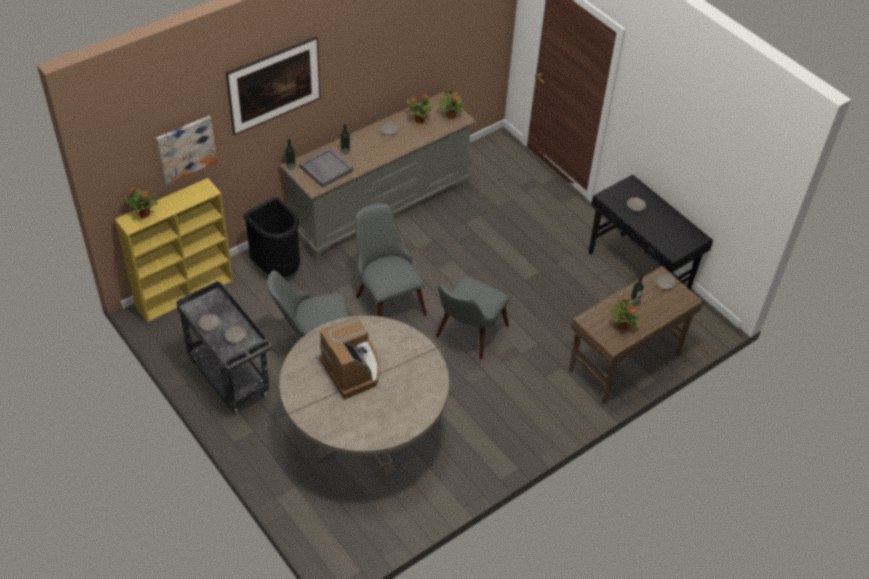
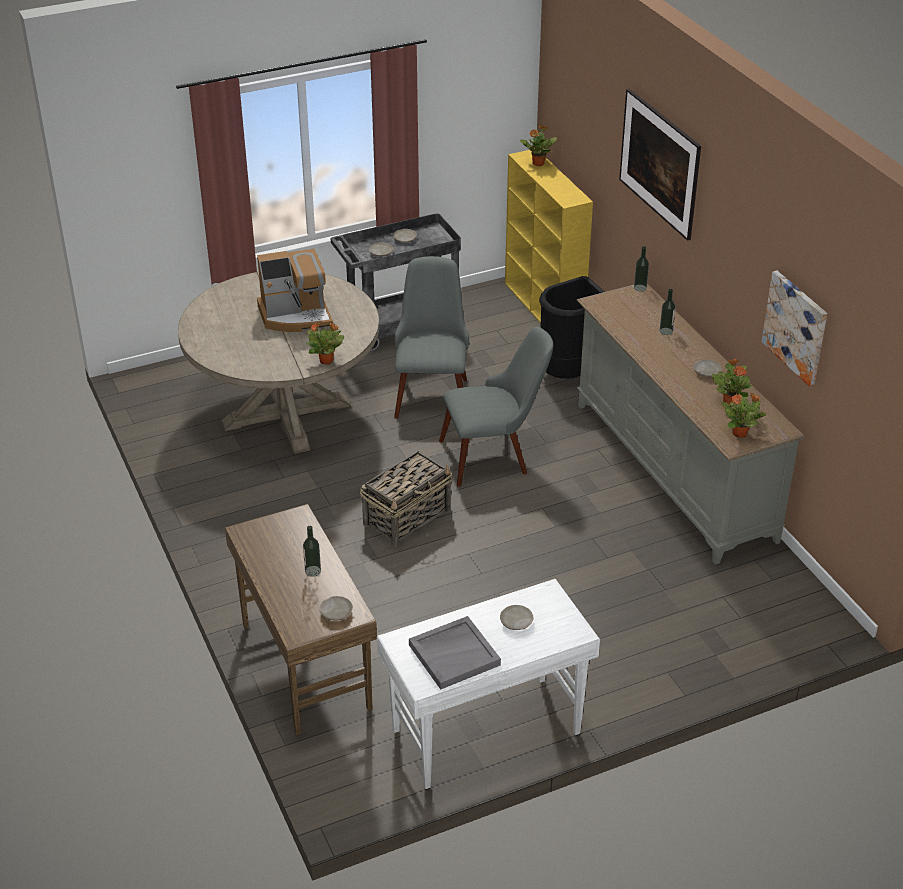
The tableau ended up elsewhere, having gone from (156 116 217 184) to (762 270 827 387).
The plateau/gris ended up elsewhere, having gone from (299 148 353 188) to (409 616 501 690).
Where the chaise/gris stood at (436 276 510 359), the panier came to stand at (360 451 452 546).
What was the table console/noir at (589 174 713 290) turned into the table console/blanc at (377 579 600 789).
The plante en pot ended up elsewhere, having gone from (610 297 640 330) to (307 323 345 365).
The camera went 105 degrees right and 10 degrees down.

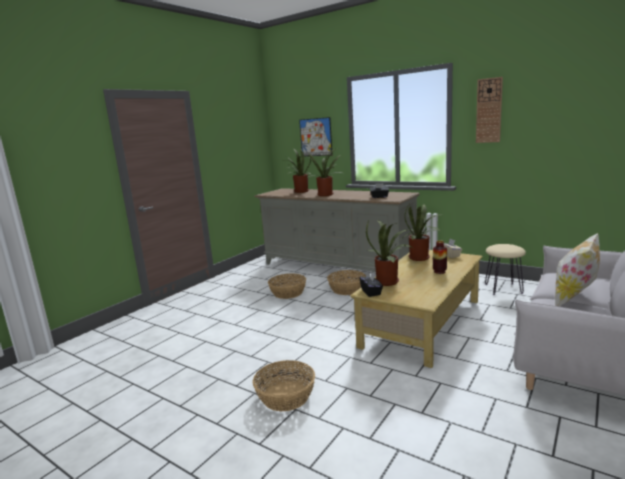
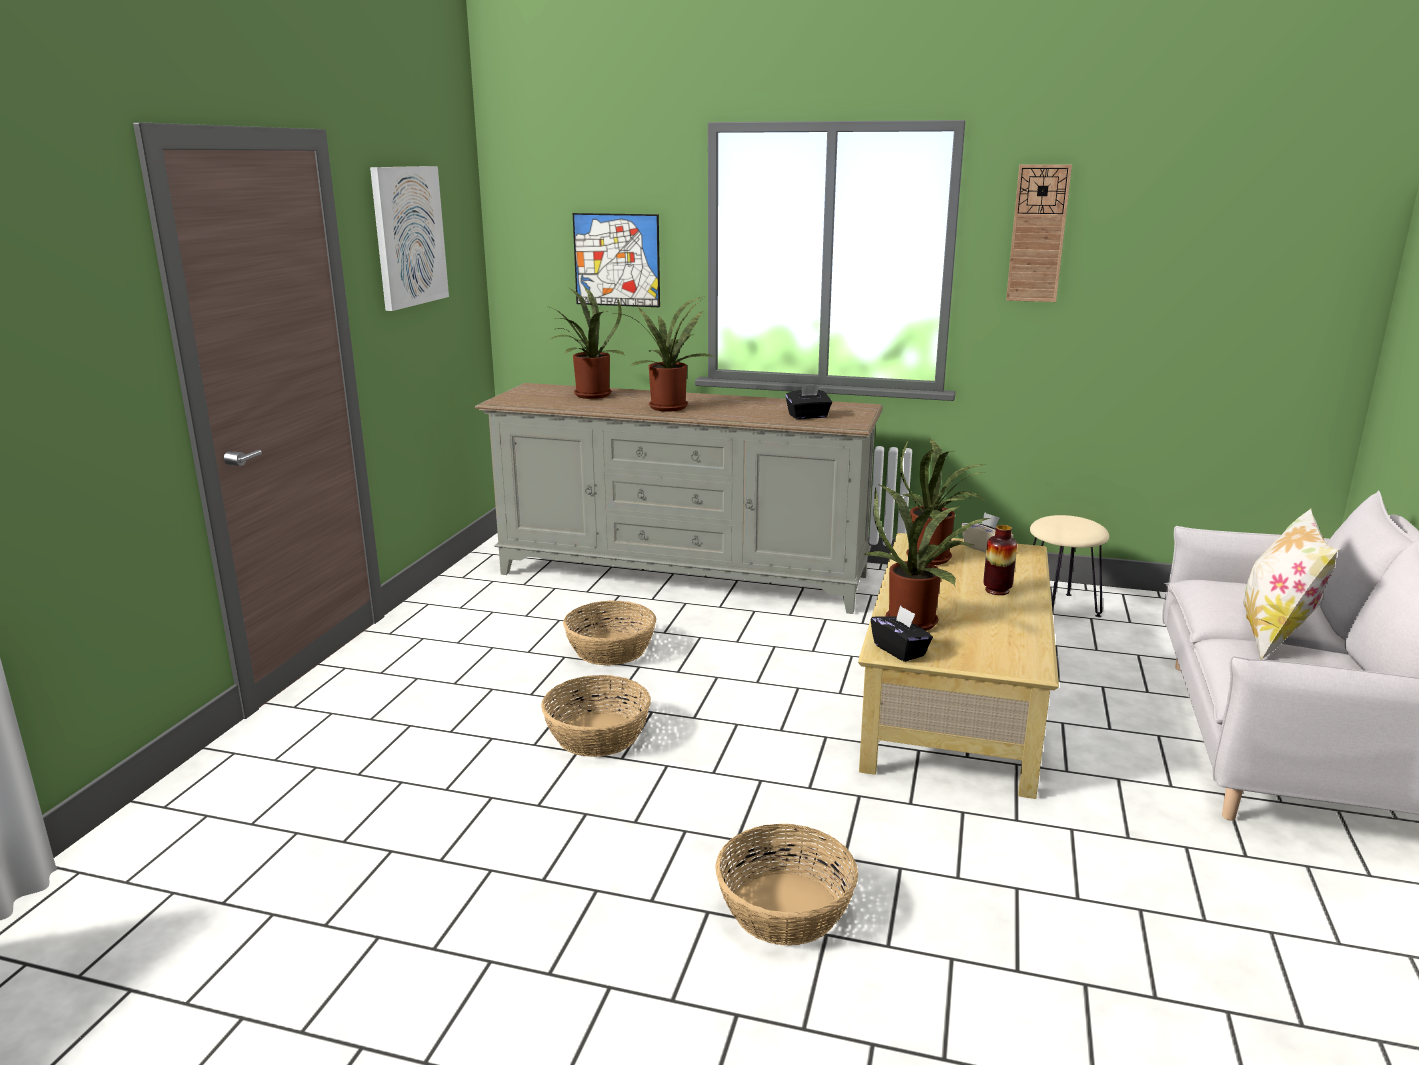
The panier ended up elsewhere, having gone from (327 270 366 295) to (541 675 651 757).
The second view gained the tableau at (370 166 449 311).
The camera went 20 degrees left and 5 degrees up.

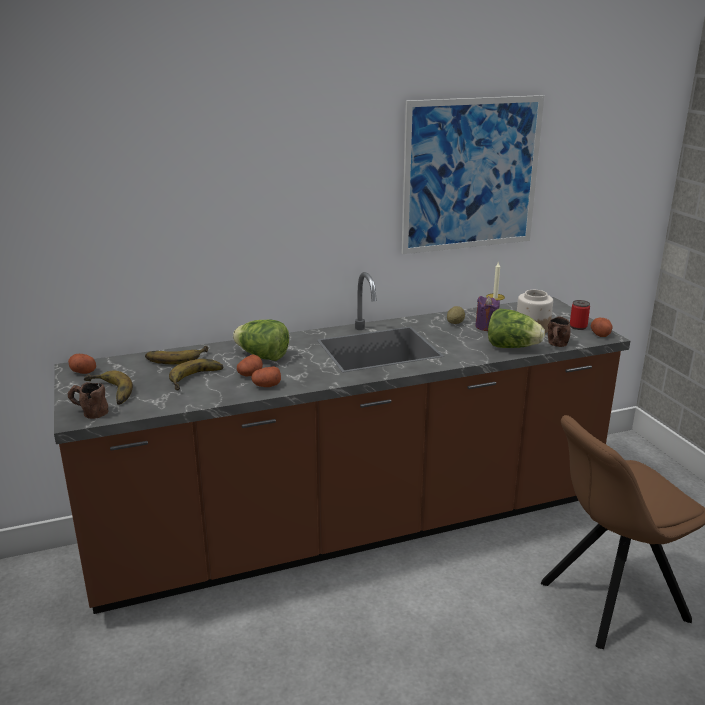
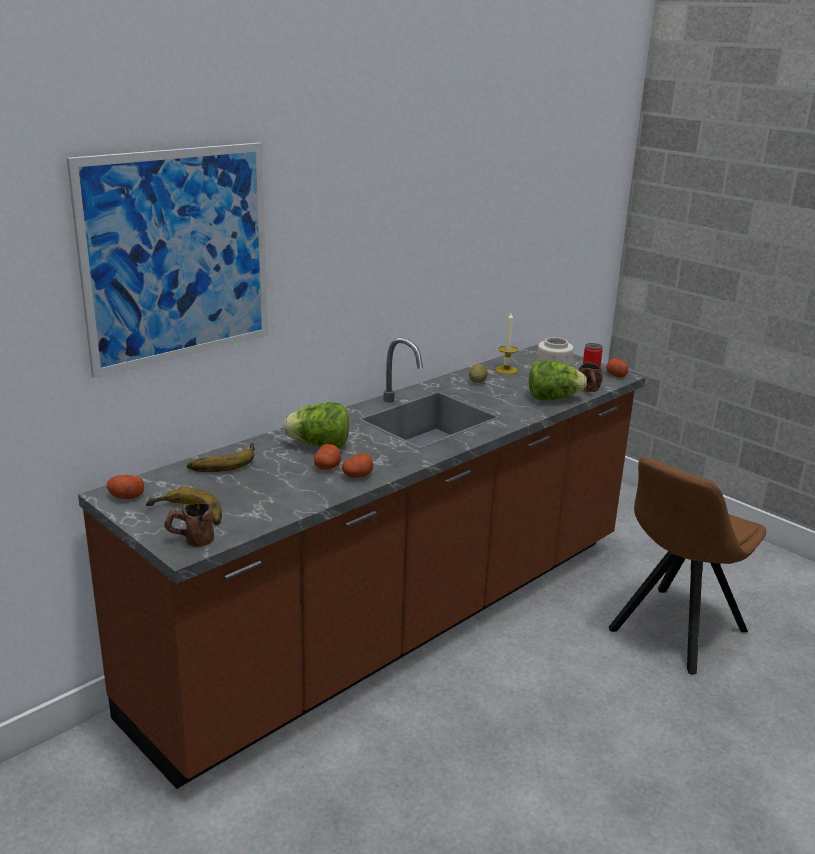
The second view lost the banane at (169 359 223 390).
The tableau ended up elsewhere, having gone from (402 95 544 254) to (67 143 268 378).
The second view lost the bougie/violet at (475 296 500 331).
The camera went 25 degrees left and 0 degrees up.

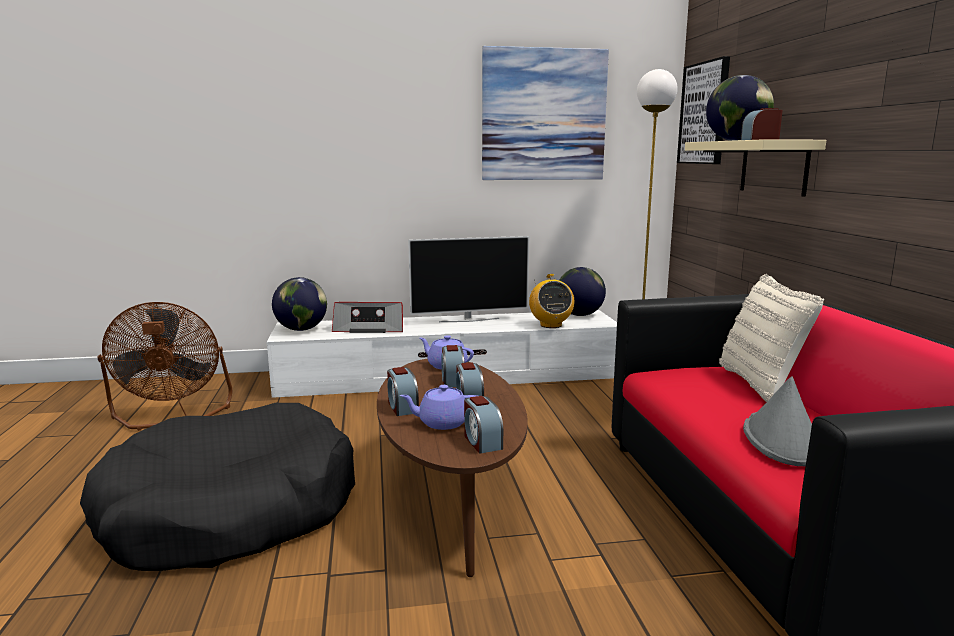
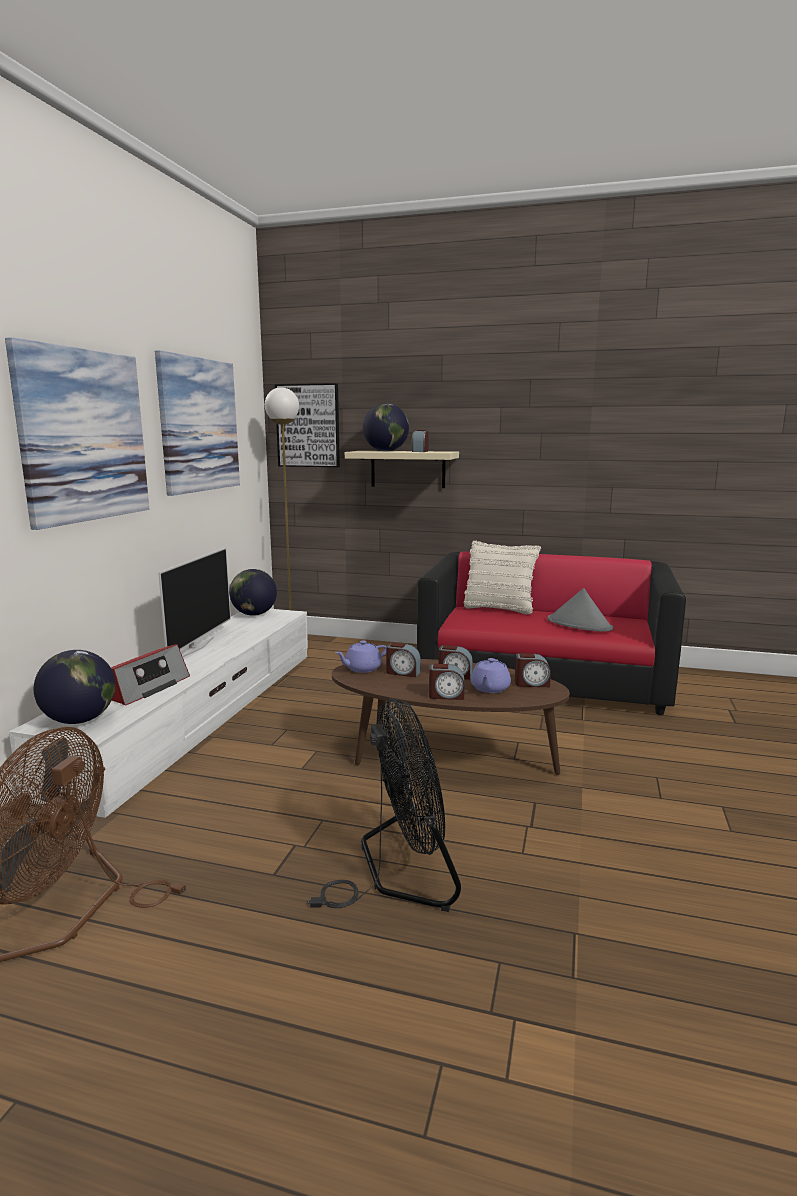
Where the panier pour chien/noir stood at (80 403 355 571), the ventilateur/noir came to stand at (307 698 461 912).
The second view lost the radio at (529 274 574 328).
The second view gained the tableau at (5 337 149 530).
The camera went 65 degrees left and 0 degrees up.

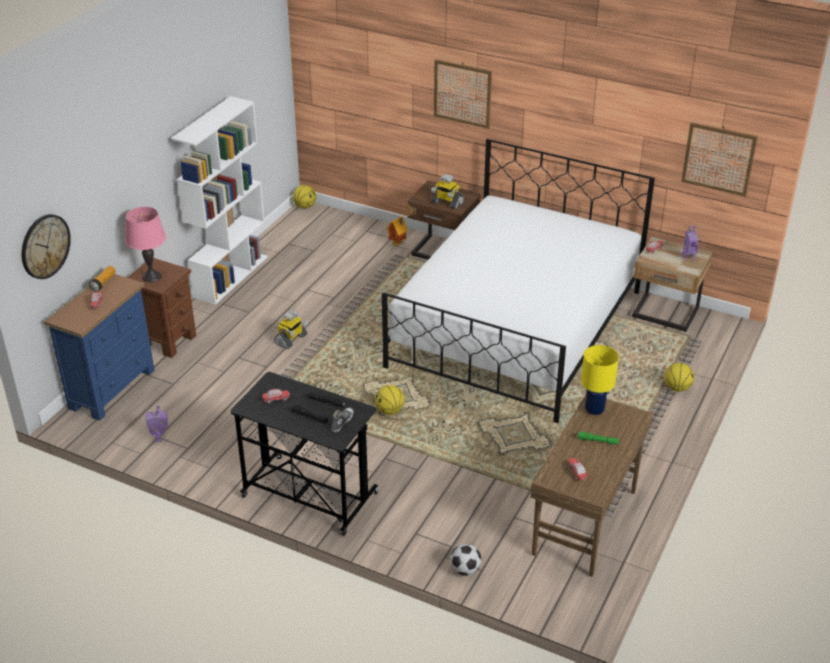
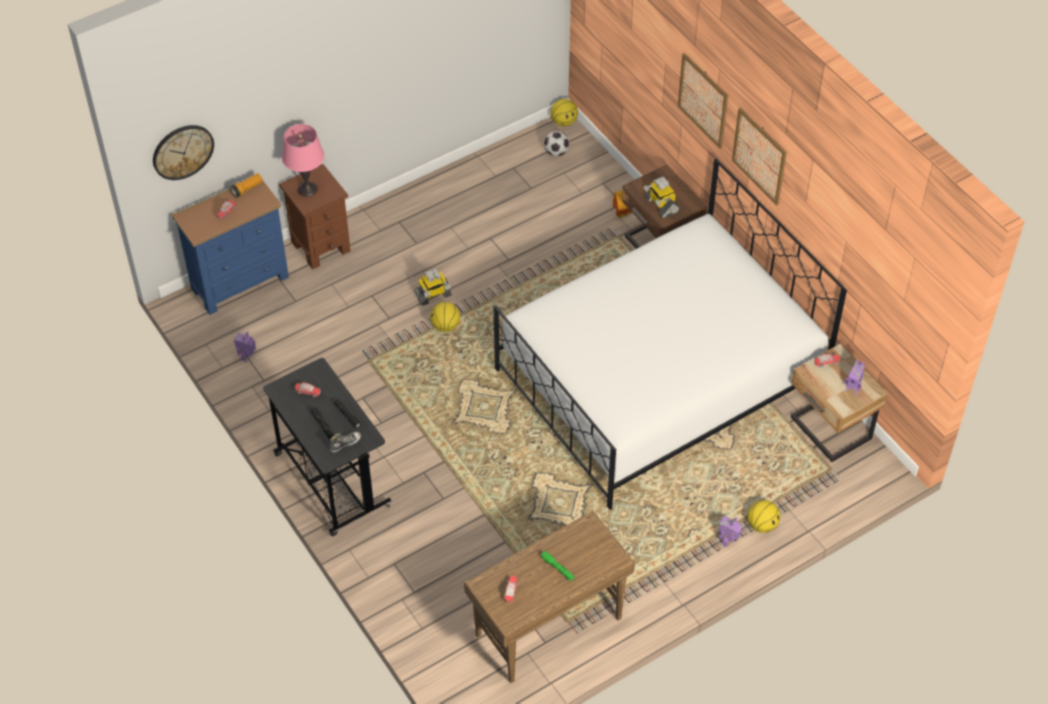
The second view lost the bibliothèque/blanc at (171 96 268 305).
The ballon de basket ended up elsewhere, having gone from (375 385 404 415) to (430 302 460 332).
The ballon de foot ended up elsewhere, having gone from (450 544 482 576) to (544 131 569 156).
The second view lost the lampe de table/jaune at (581 345 619 415).
The tableau ended up elsewhere, having gone from (681 122 758 197) to (732 108 787 206).
The second view gained the robot jouet at (719 516 742 547).
The camera went 30 degrees right and 15 degrees up.

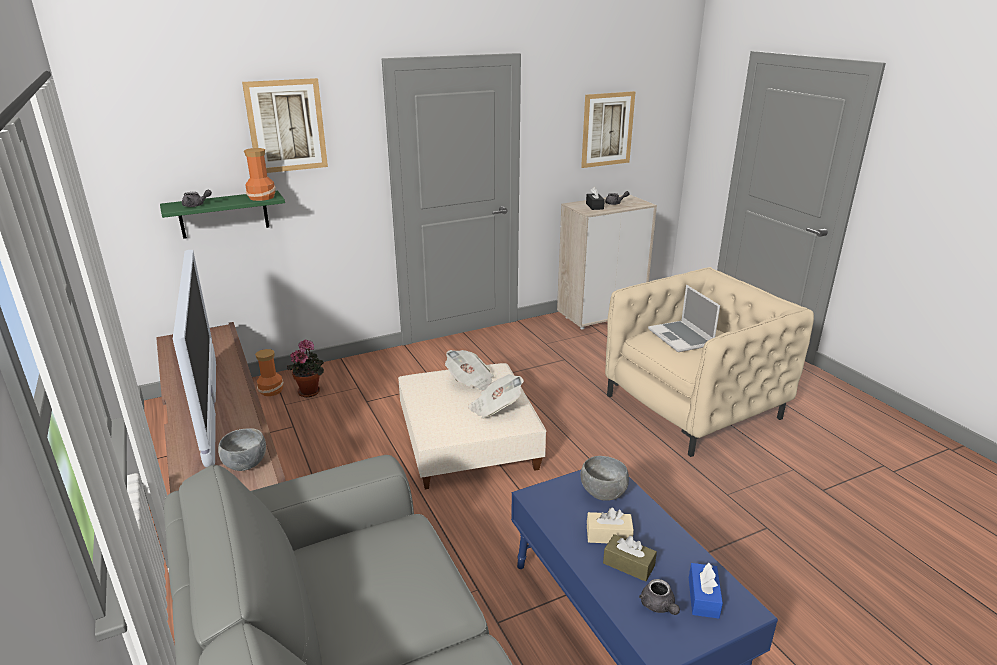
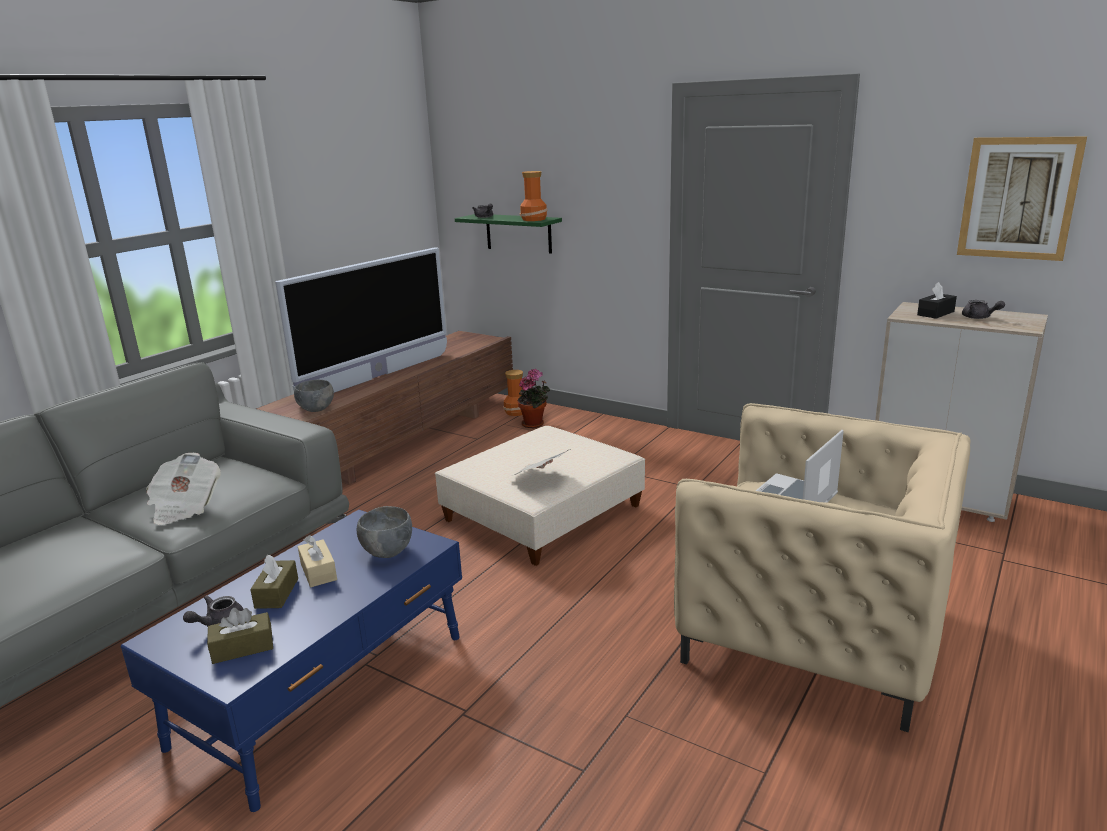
The second view lost the tableau at (242 78 328 173).
The journal ended up elsewhere, having gone from (445 350 494 391) to (146 453 221 525).
What was the boîte à mouchoirs/bleu at (689 563 723 619) turned into the boîte à mouchoirs/marron at (207 608 273 664).
The camera went 60 degrees right and 5 degrees down.

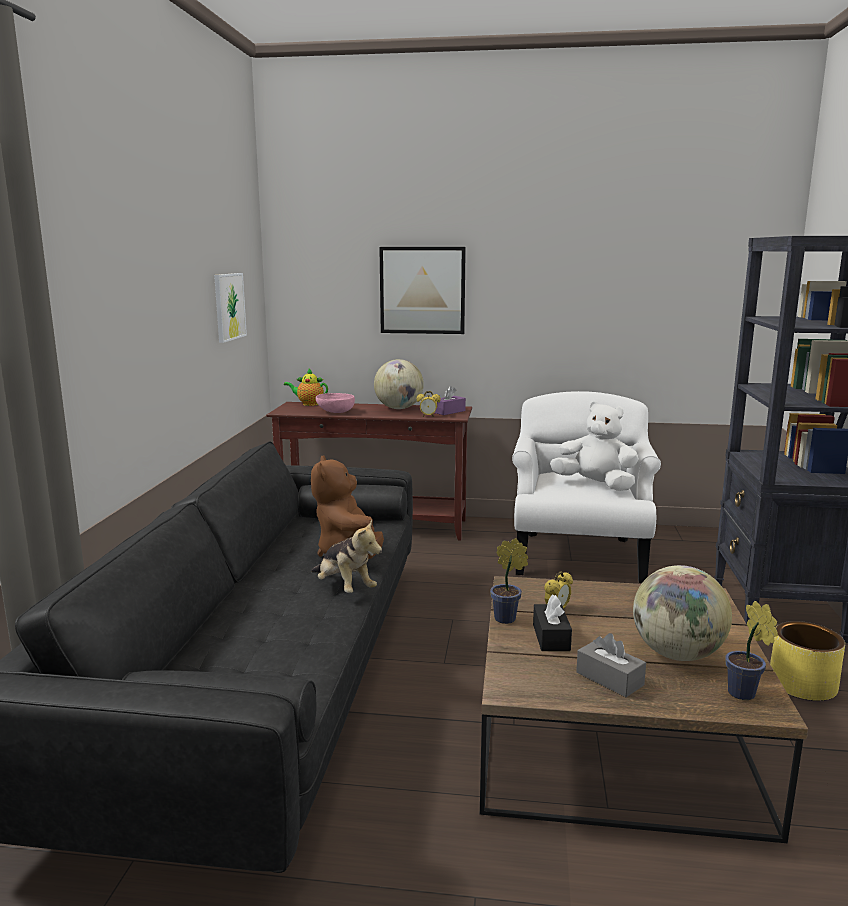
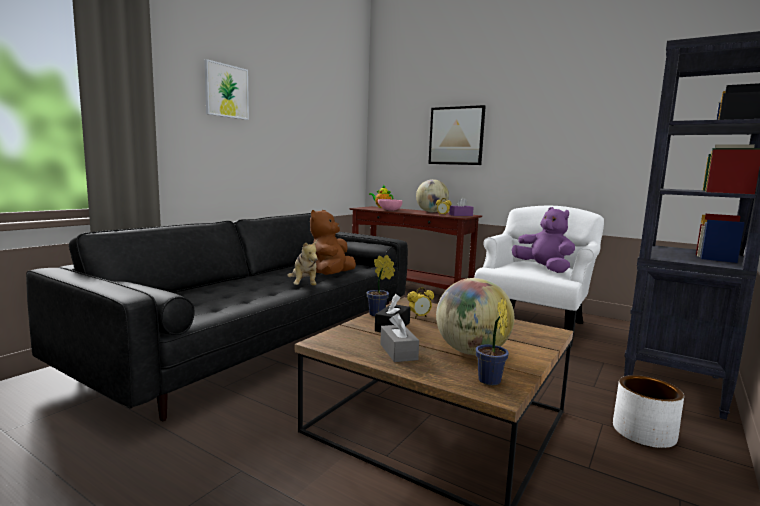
The tableau ended up elsewhere, having gone from (214 273 247 343) to (204 59 249 120).
What was the peluche/blanc at (550 401 639 491) turned into the peluche/violet at (512 207 575 273).
What was the cache-pot/jaune at (770 621 845 701) turned into the cache-pot/blanc at (613 375 684 448).
The camera went 25 degrees right and 5 degrees down.

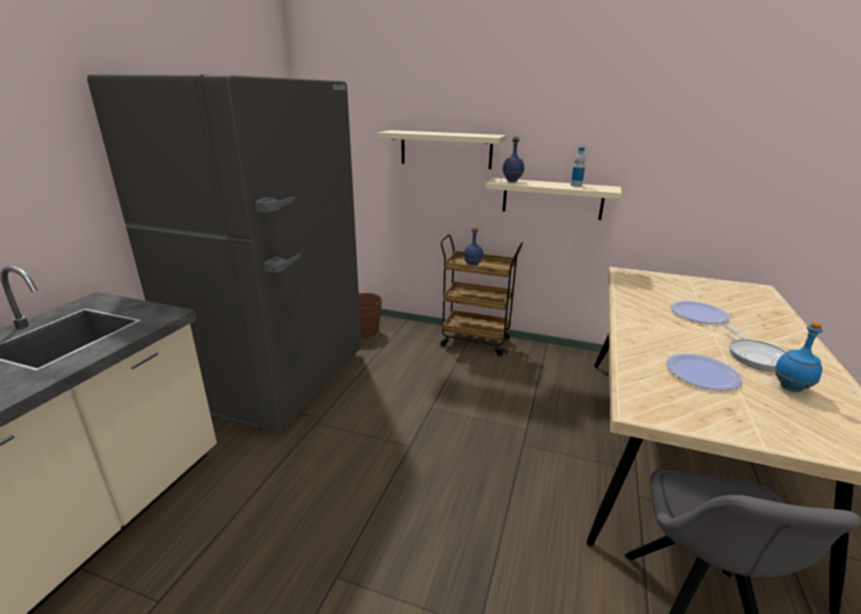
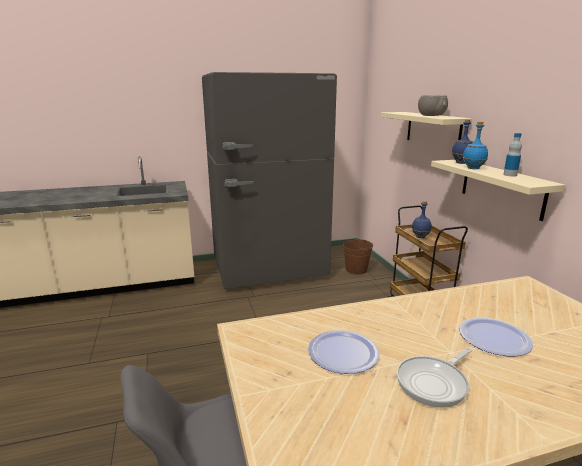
The bouteille/bleu ended up elsewhere, having gone from (775 322 823 392) to (463 122 488 169).
The second view gained the bol/gris at (418 95 448 116).
The camera went 55 degrees right and 5 degrees down.

